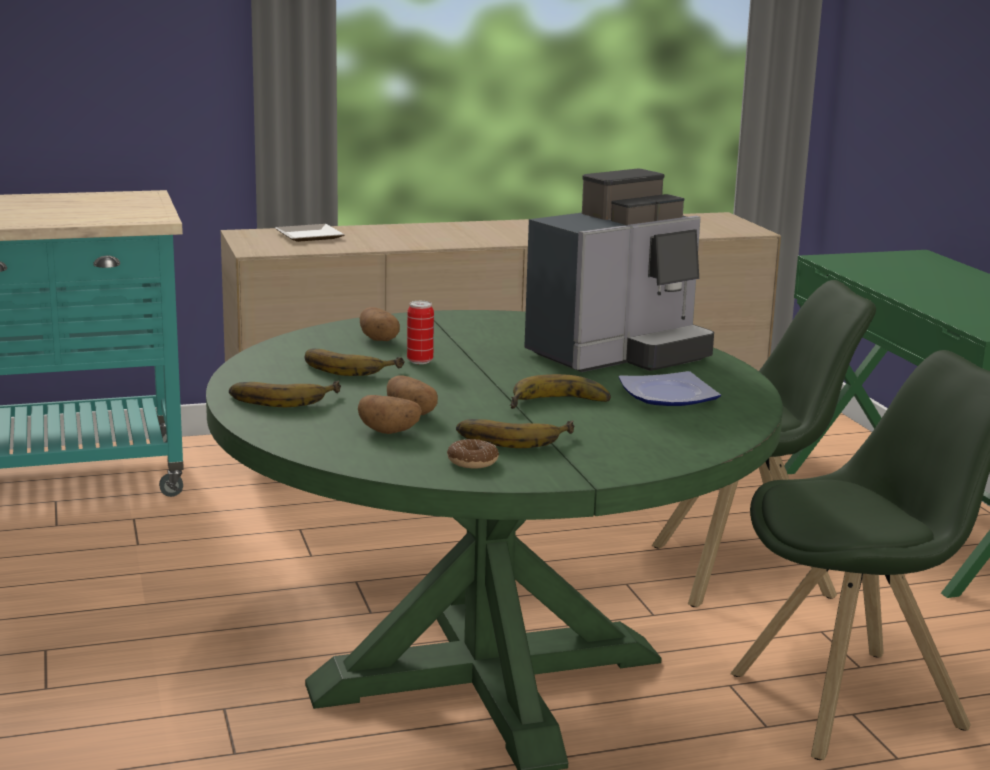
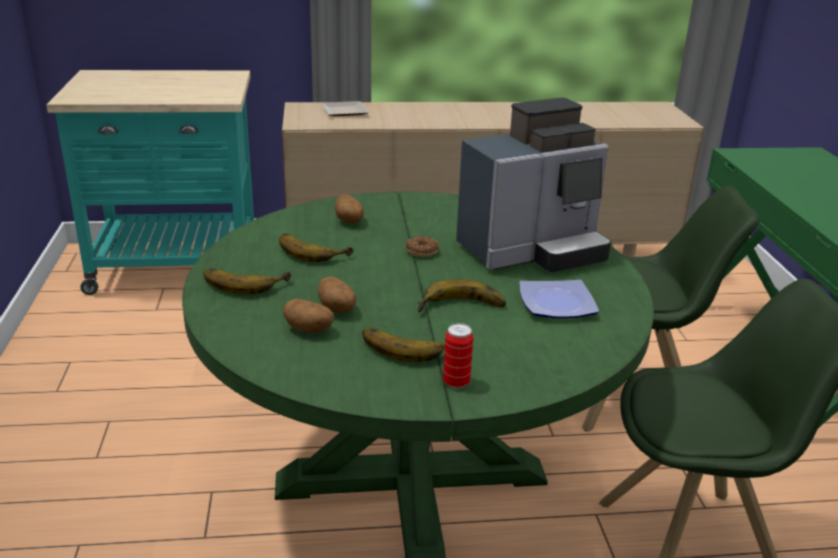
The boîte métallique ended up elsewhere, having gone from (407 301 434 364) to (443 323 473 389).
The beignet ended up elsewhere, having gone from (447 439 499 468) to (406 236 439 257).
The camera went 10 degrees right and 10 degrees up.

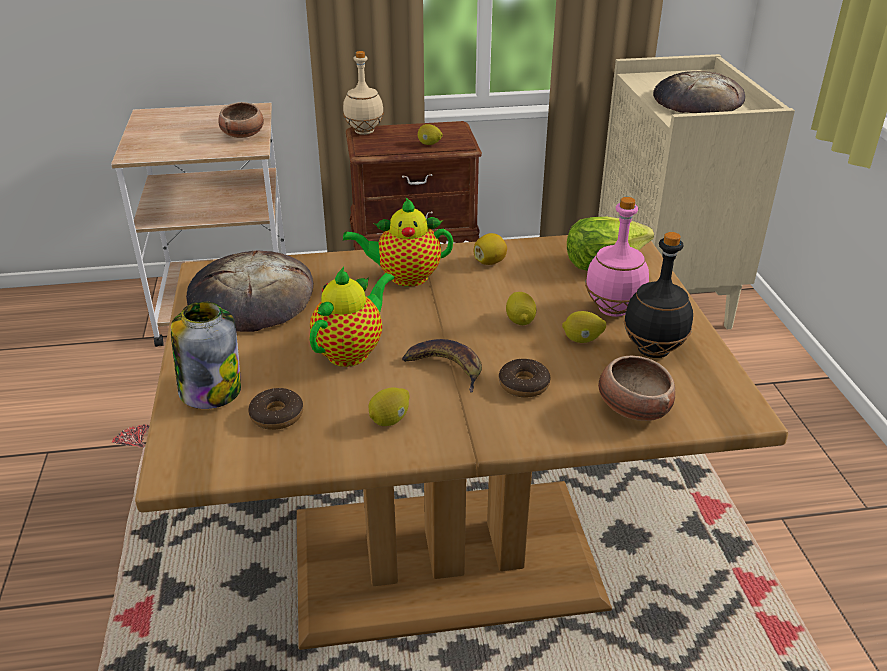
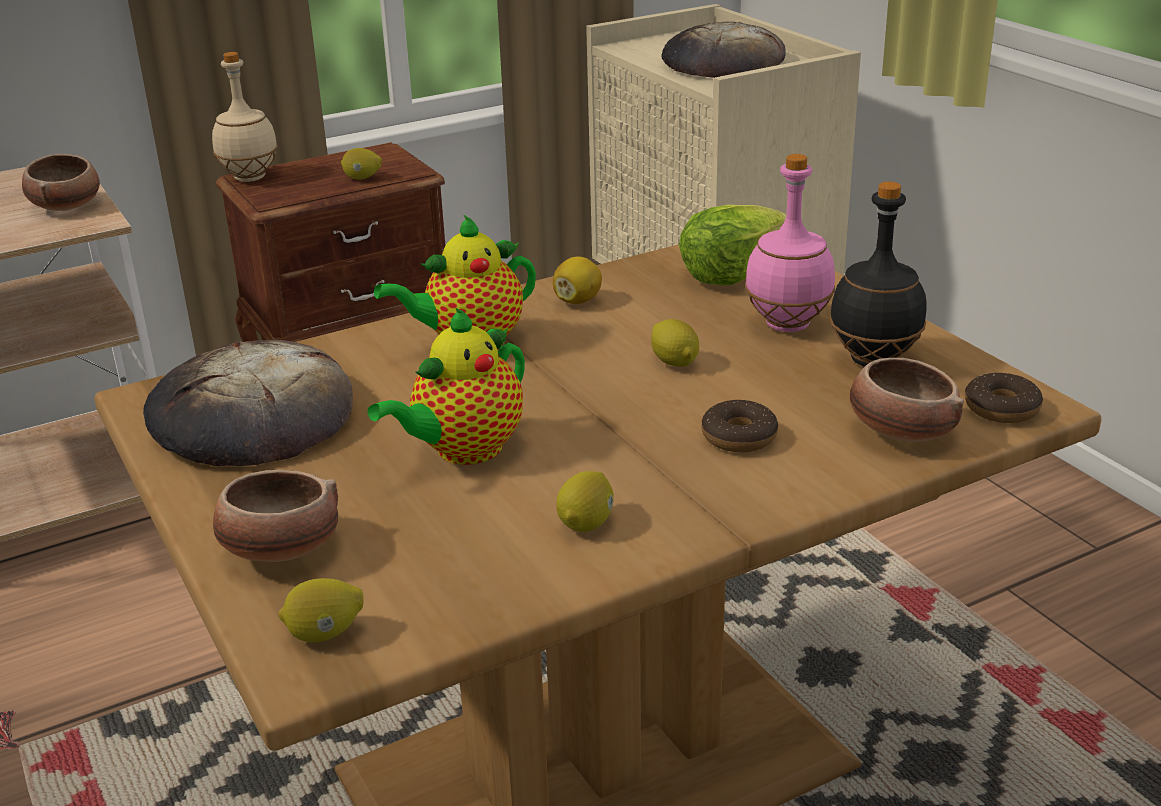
Where the bocal stood at (171 301 241 409), the bol came to stand at (213 469 338 562).
The beignet ended up elsewhere, having gone from (248 388 303 430) to (965 373 1043 423).
The théière at (310 267 394 367) ended up facing another way, 150 degrees counterclockwise from before.
The second view lost the banane at (402 339 482 393).
The citron ended up elsewhere, having gone from (562 311 606 343) to (278 578 364 642).
The camera went 20 degrees left and 5 degrees down.

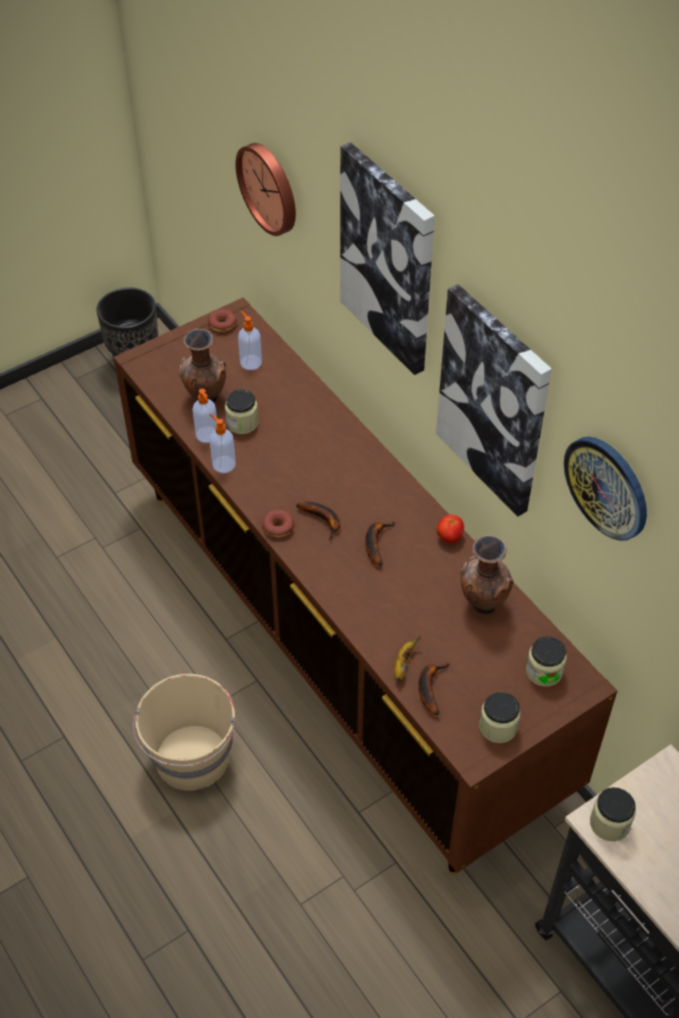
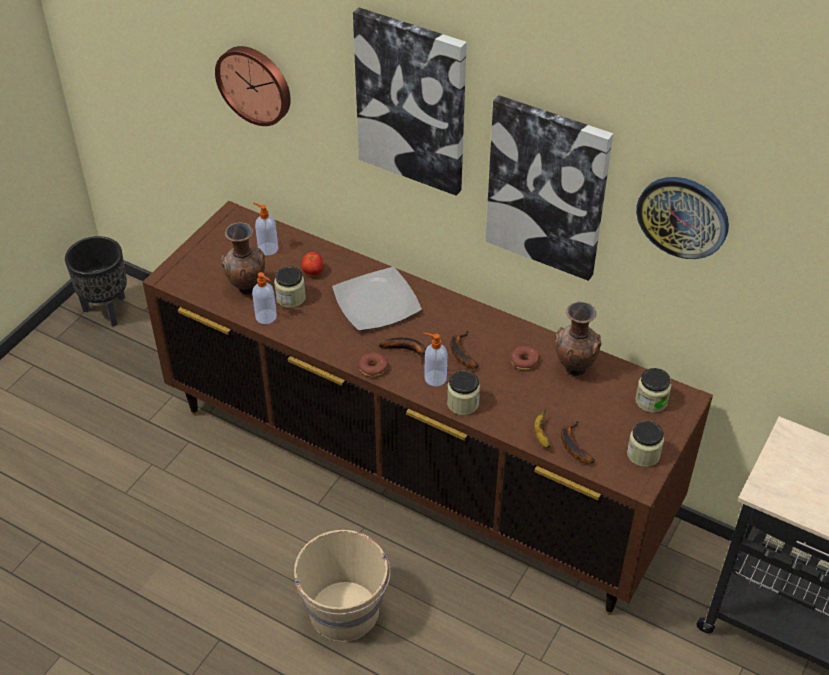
The beignet ended up elsewhere, having gone from (208 309 237 332) to (510 346 539 370).
The distributeur de savon ended up elsewhere, having gone from (209 414 236 473) to (423 333 448 387).
The tomate ended up elsewhere, having gone from (437 515 464 543) to (301 252 323 275).
The bocal ended up elsewhere, having gone from (590 787 636 842) to (447 371 480 415).
The second view gained the assiette at (332 267 422 331).
The camera went 25 degrees left and 5 degrees down.

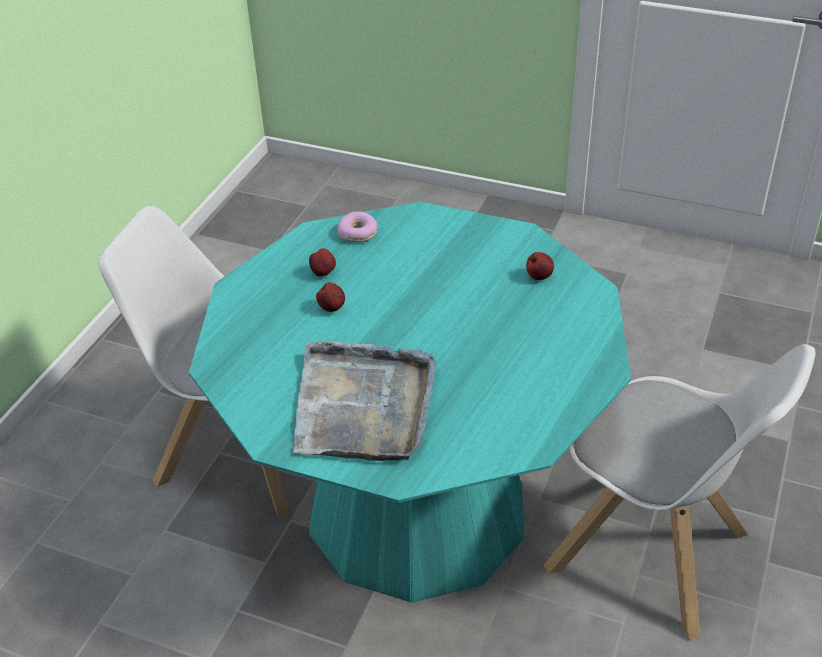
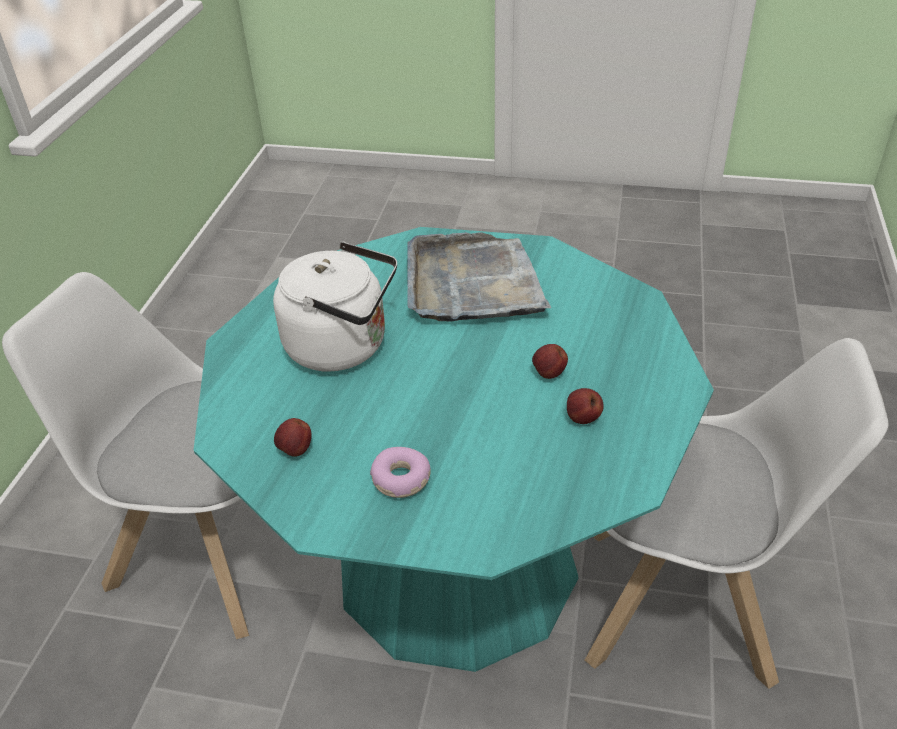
The beignet ended up elsewhere, having gone from (338 211 378 242) to (370 447 431 498).
The second view gained the bouilloire/blanc at (273 242 397 371).
The camera went 170 degrees right and 0 degrees up.

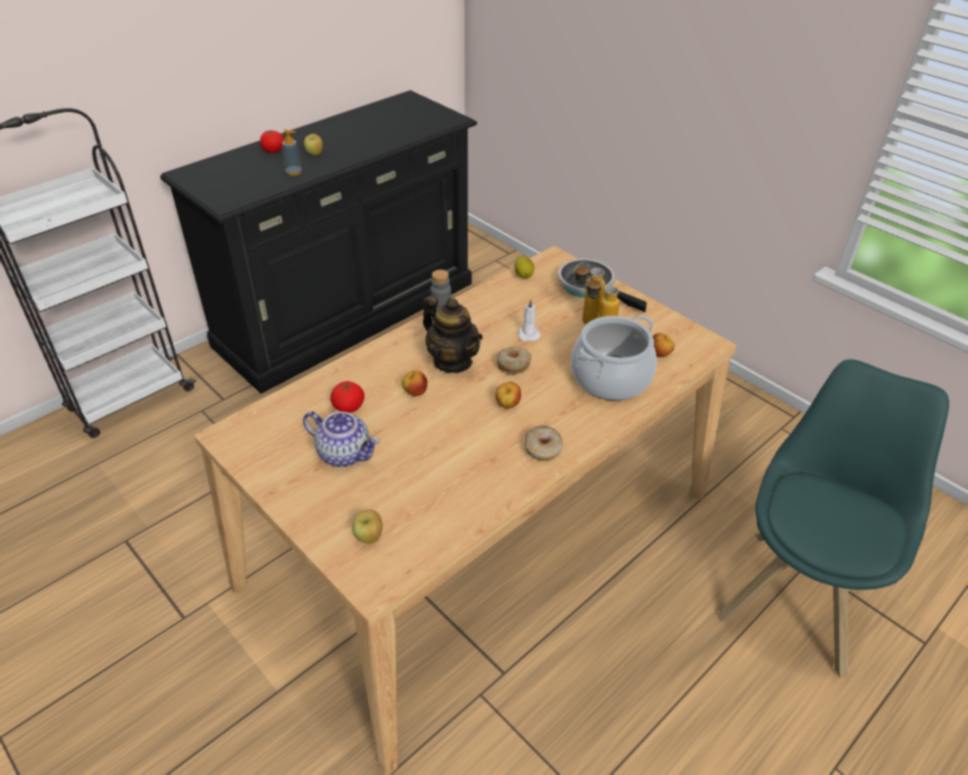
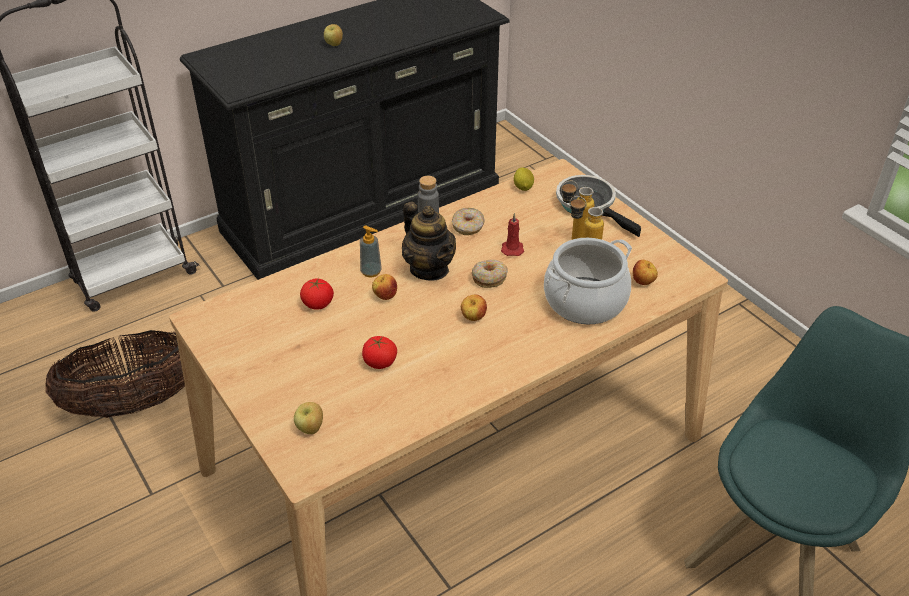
The tomate ended up elsewhere, having gone from (260 130 284 153) to (362 336 397 369).
The distributeur de savon ended up elsewhere, having gone from (282 129 302 176) to (360 225 382 277).
The second view lost the théière at (303 411 380 467).
What was the bougie/blanc at (518 300 541 342) turned into the bougie/rouge at (501 213 524 256).
The beignet ended up elsewhere, having gone from (525 425 563 461) to (452 208 485 235).
The second view gained the panier at (45 329 185 418).
The camera went 10 degrees right and 0 degrees up.

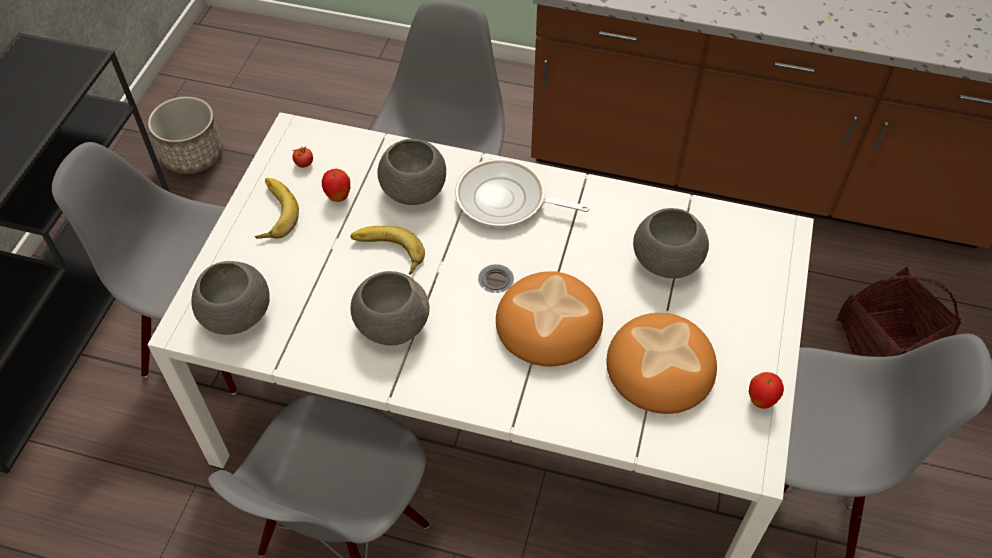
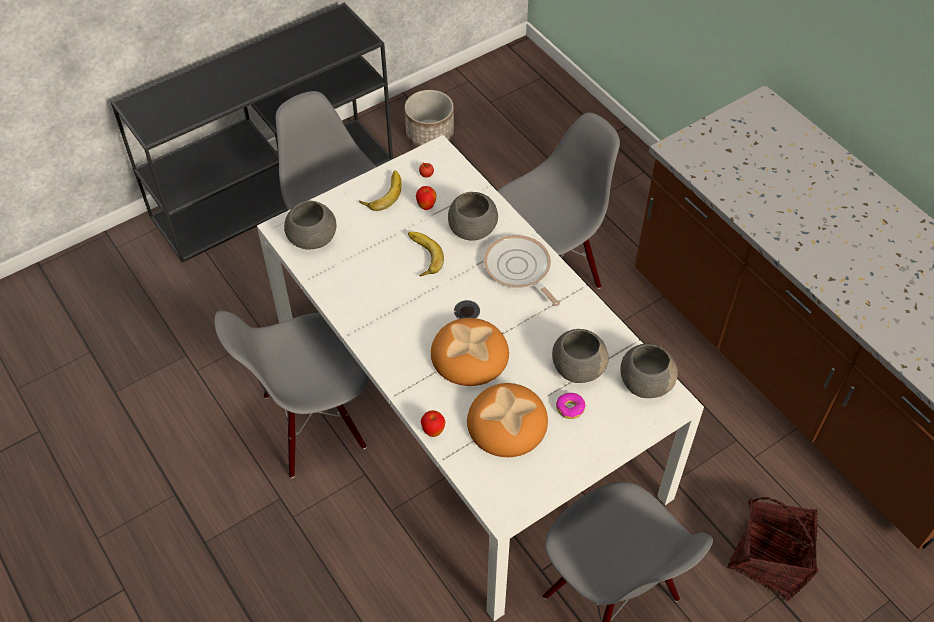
The bol/gris ended up elsewhere, having gone from (350 271 430 346) to (621 343 678 398).
The pomme ended up elsewhere, having gone from (749 372 784 409) to (421 410 445 437).
The second view gained the beignet at (556 393 585 419).
The camera went 40 degrees right and 0 degrees up.

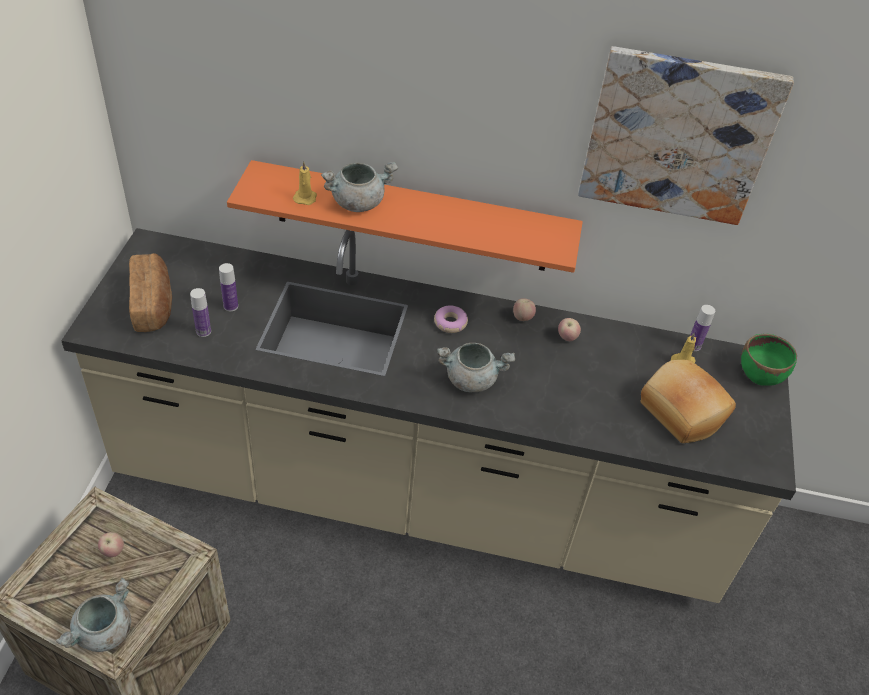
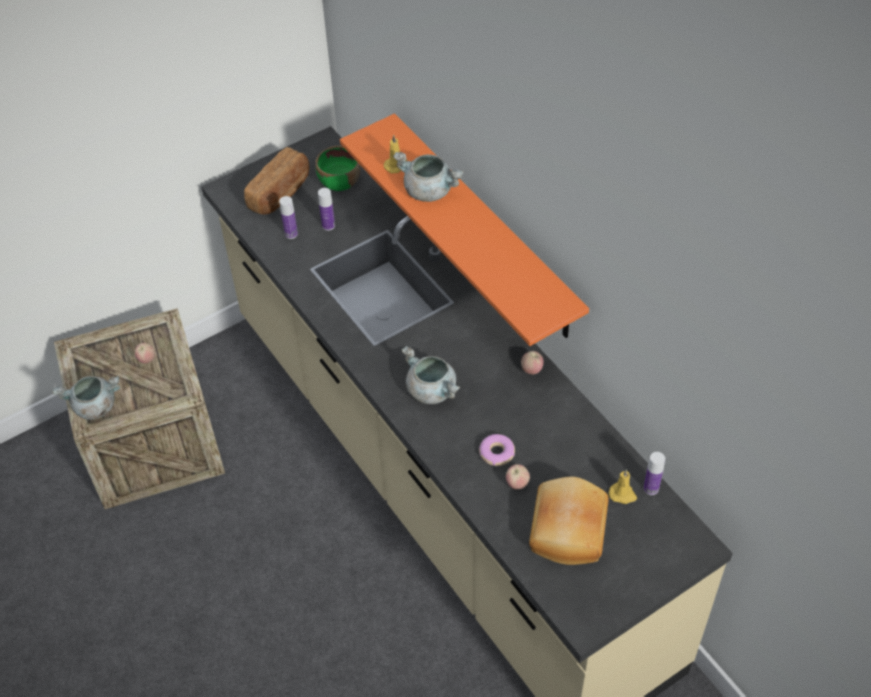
The beignet ended up elsewhere, having gone from (434 305 468 333) to (479 434 515 466).
The pomme ended up elsewhere, having gone from (558 318 581 341) to (506 464 530 489).
The second view lost the tableau at (578 46 794 225).
The bol/vert ended up elsewhere, having gone from (741 333 797 386) to (315 146 361 191).
The camera went 50 degrees right and 5 degrees up.

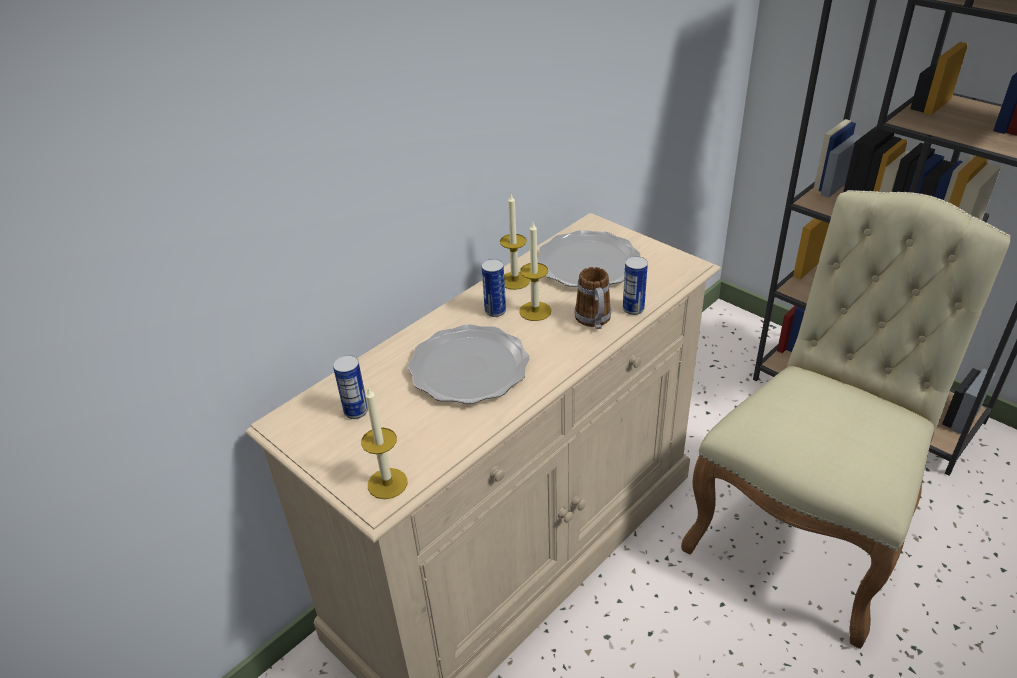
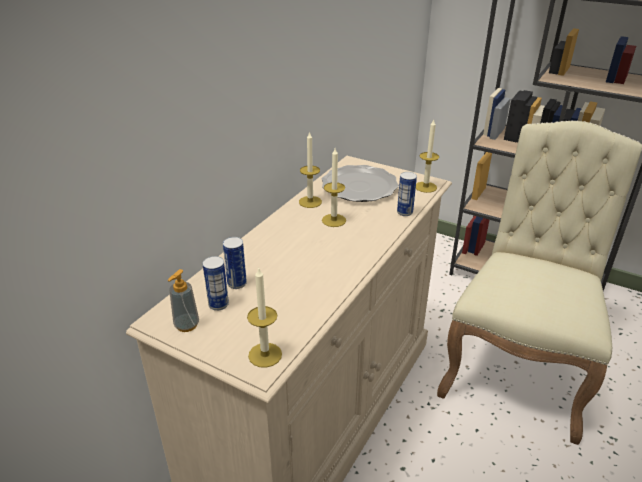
The second view lost the assiette at (407 324 530 404).
The boîte métallique ended up elsewhere, having gone from (481 259 506 317) to (223 237 247 289).
The second view lost the mug at (574 267 611 329).
The second view gained the distributeur de savon at (168 269 199 332).
The second view gained the bougie at (416 120 439 193).
The camera went 15 degrees left and 5 degrees down.

